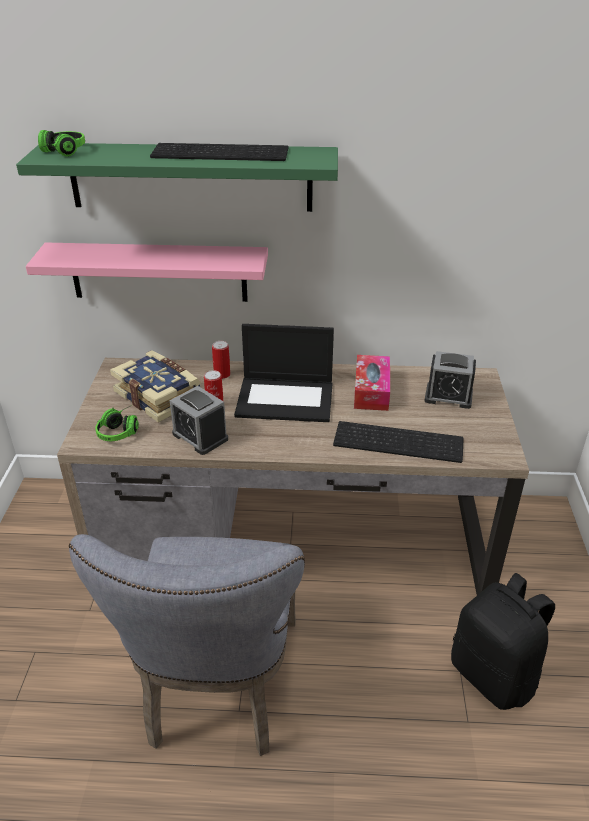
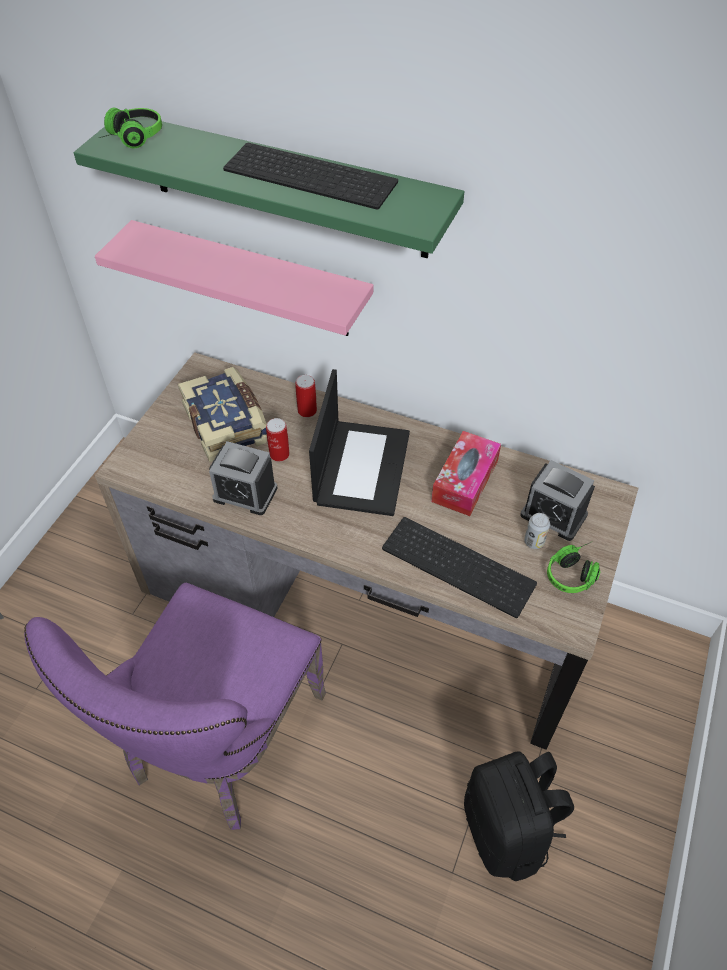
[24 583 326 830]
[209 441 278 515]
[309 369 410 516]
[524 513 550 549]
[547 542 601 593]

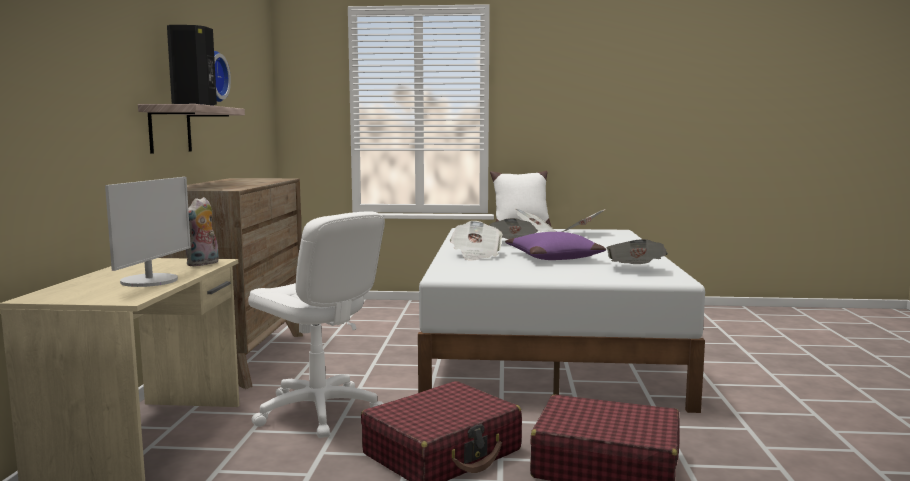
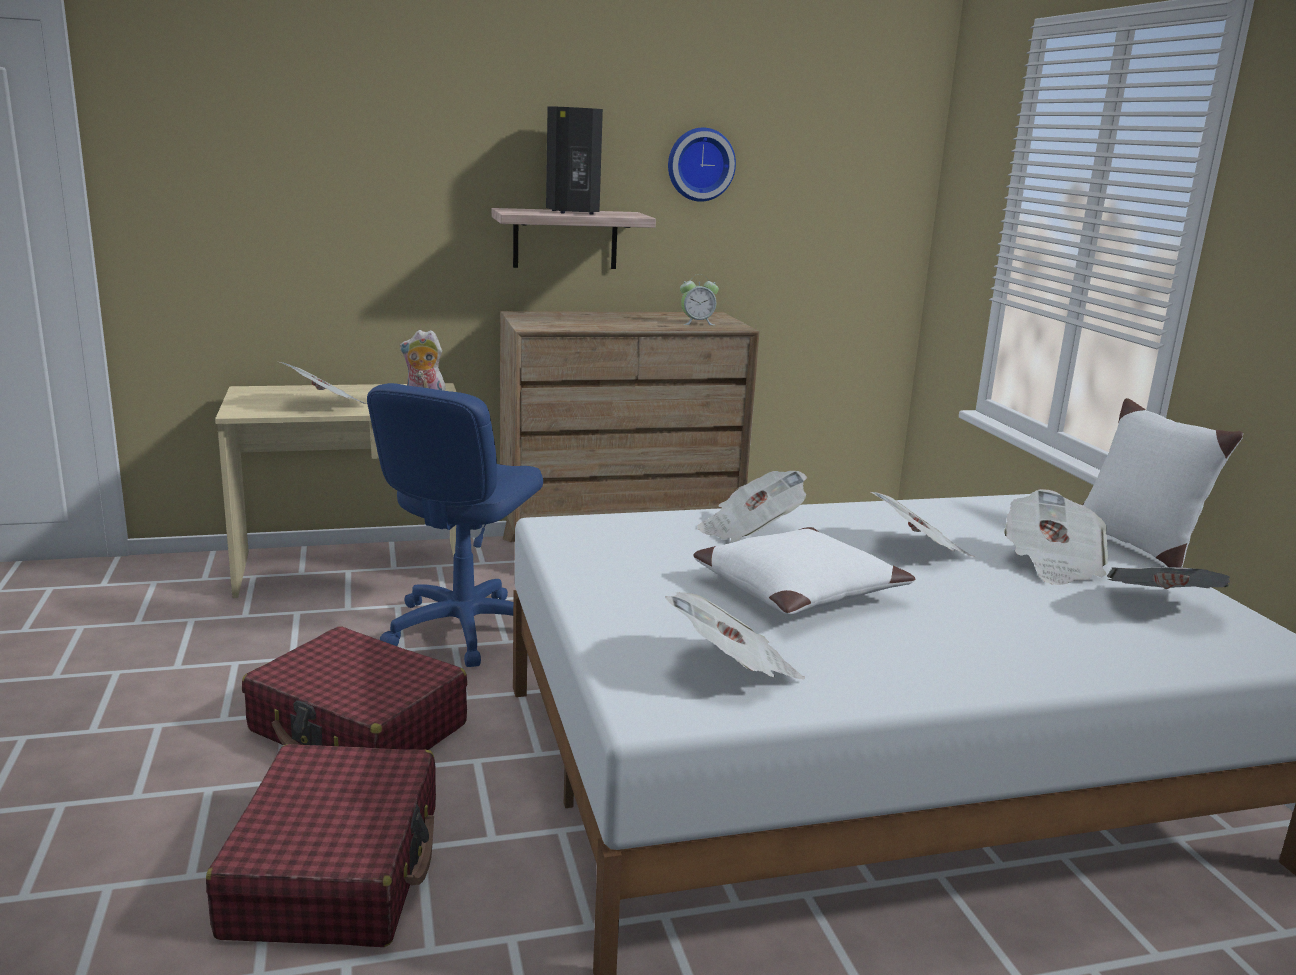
[280 362 367 404]
[367 383 543 667]
[680 275 719 325]
[693 527 916 615]

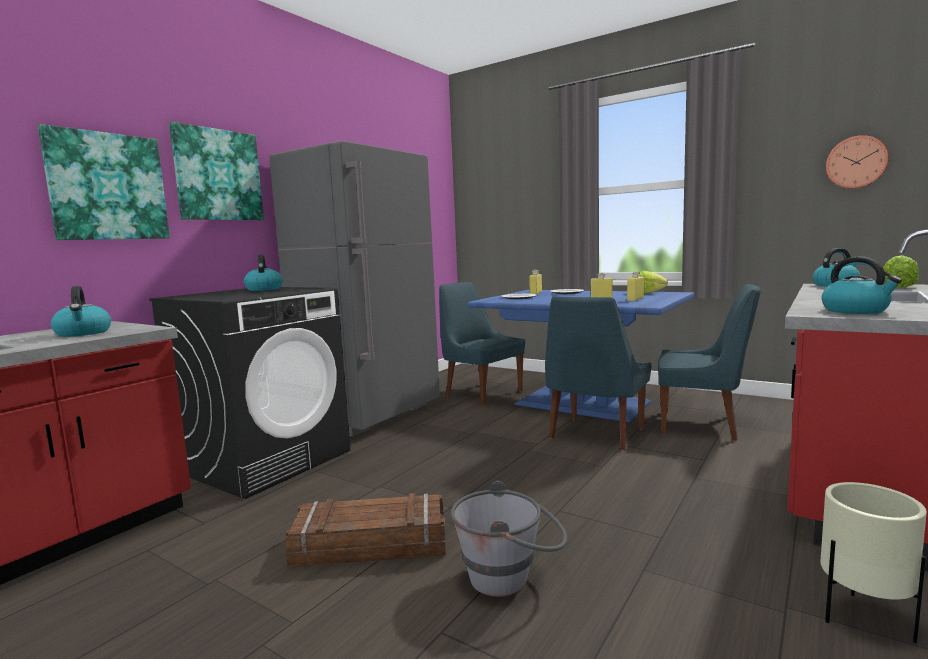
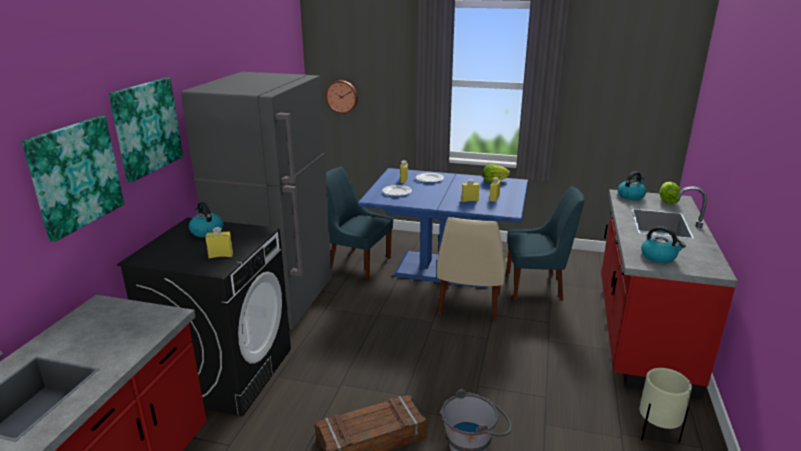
[205 227 233 259]
[326 80 358 114]
[437 217 508 321]
[51 286 111 337] (first image)

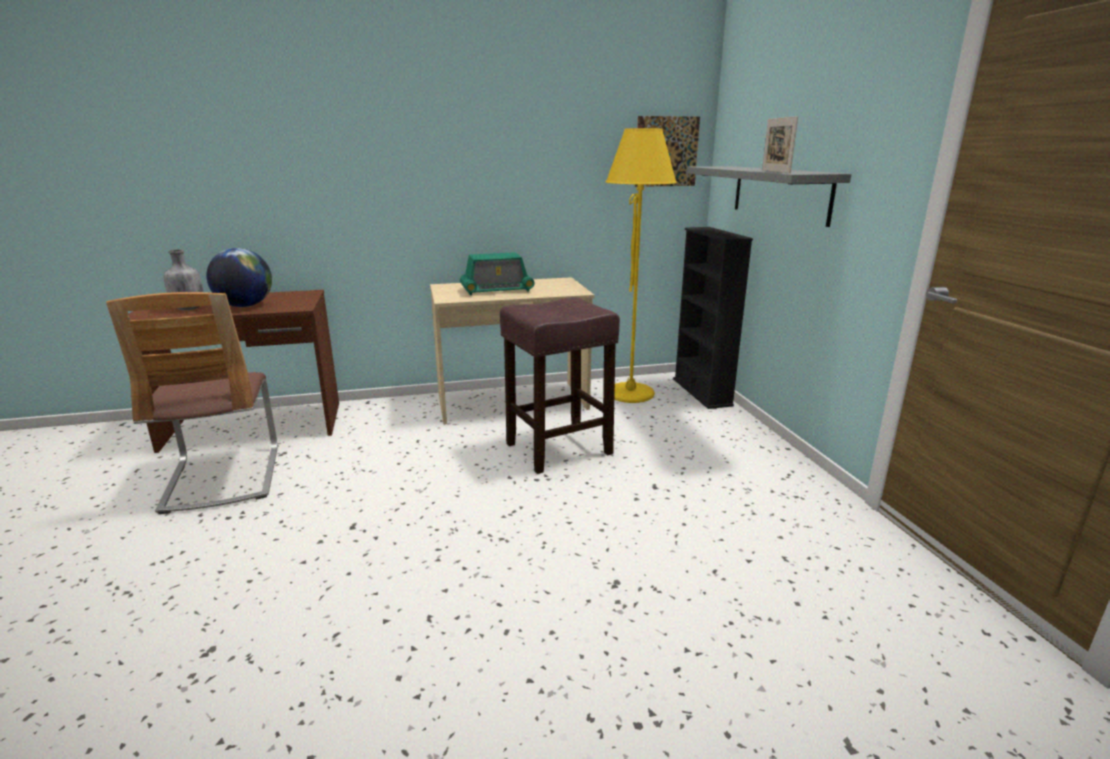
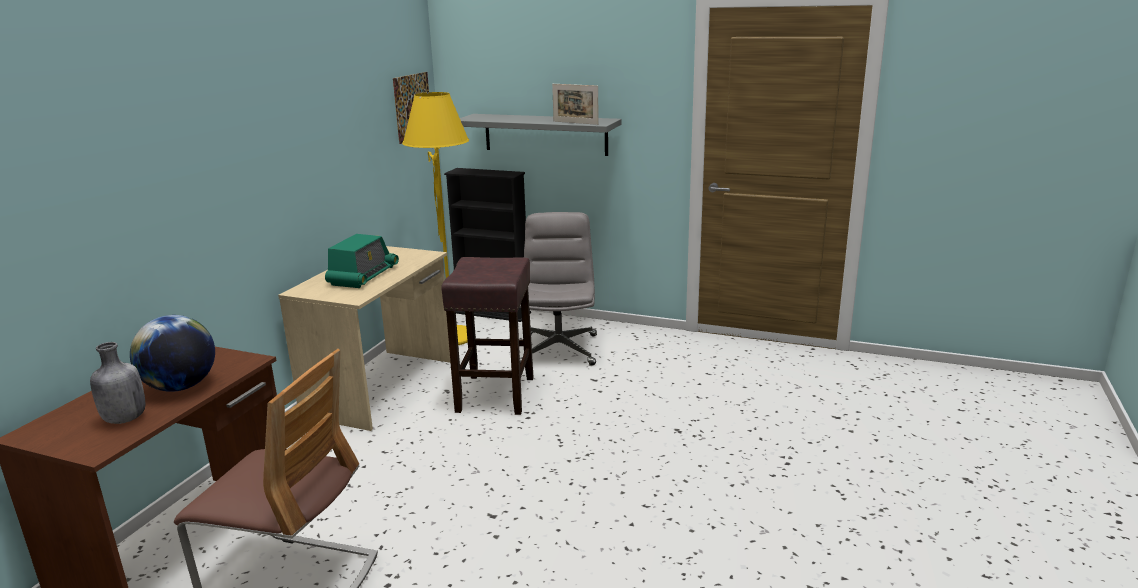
[519 212 597 365]

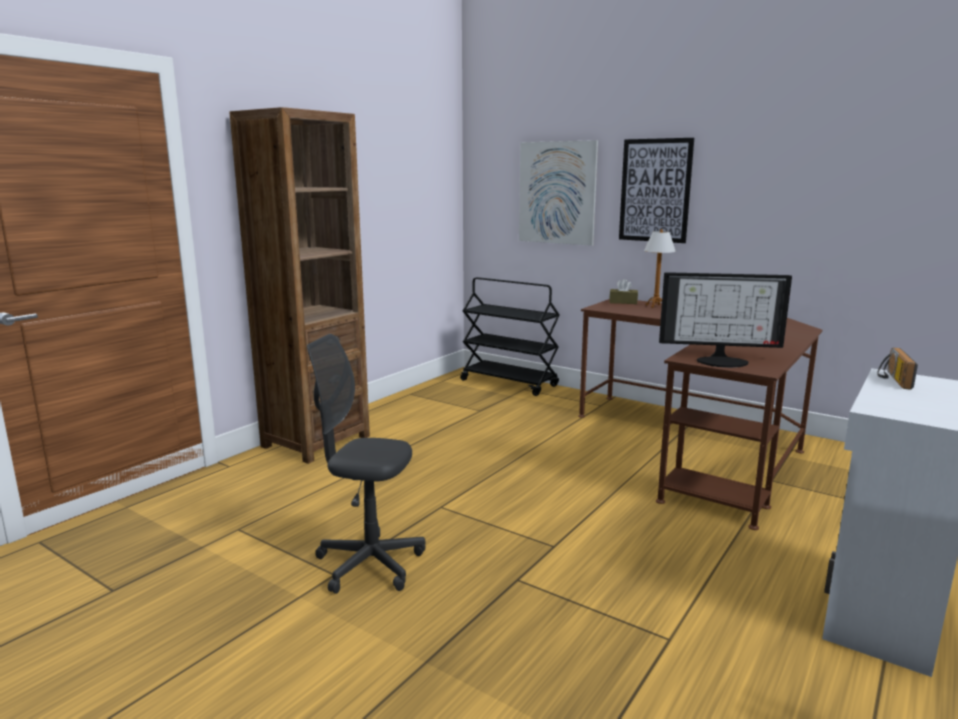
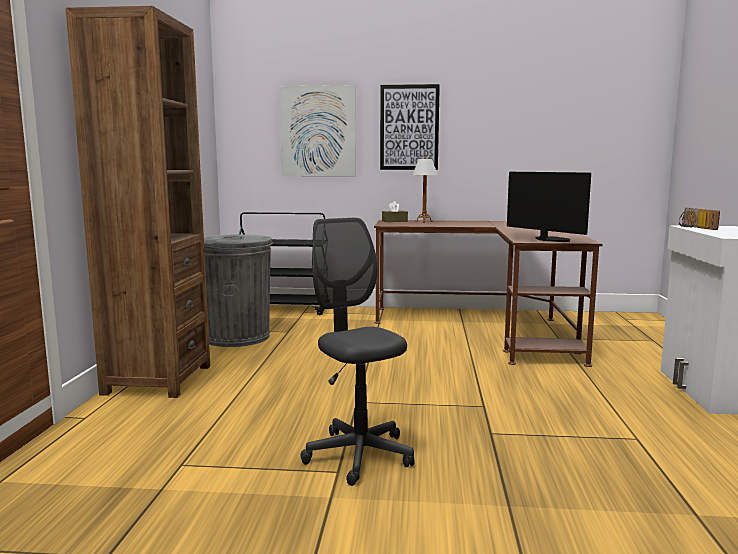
[204 234 273 347]
[300 217 415 486]
[507 172 591 242]

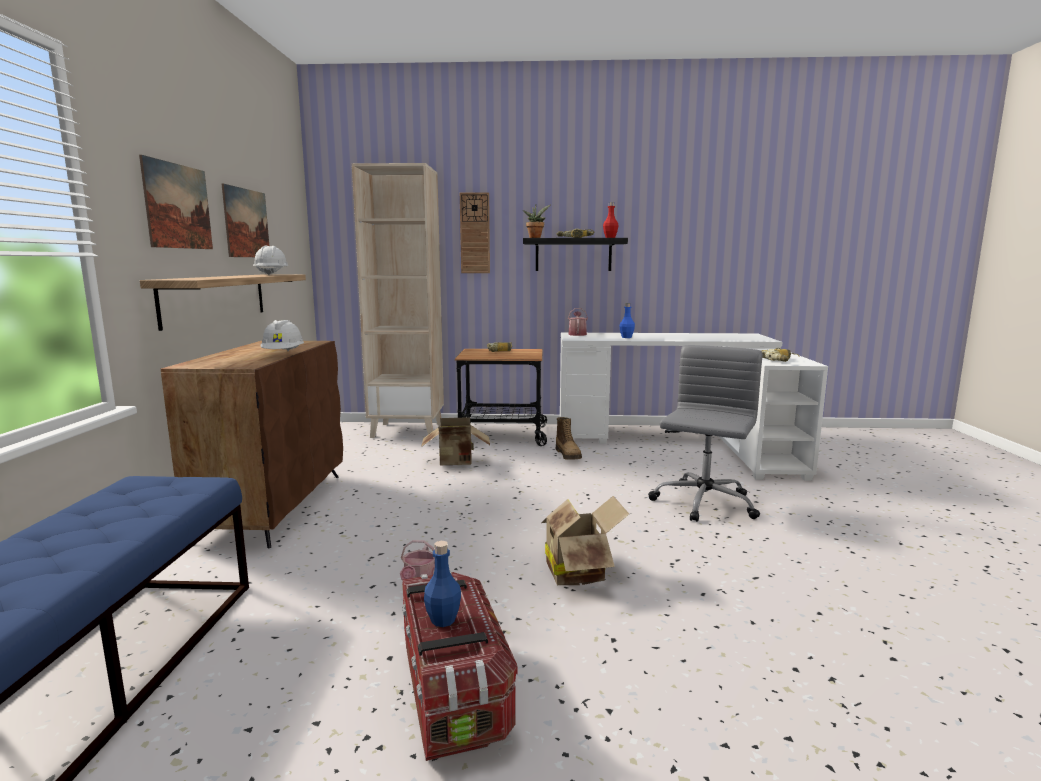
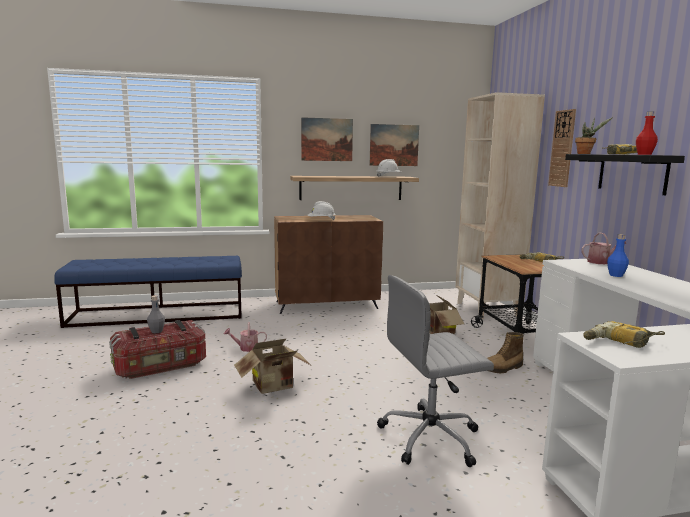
[147 295 165 333]
[377 275 494 467]

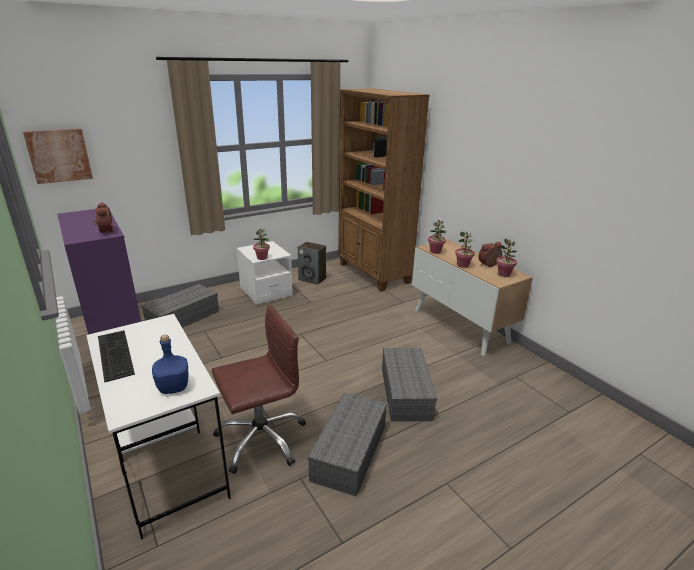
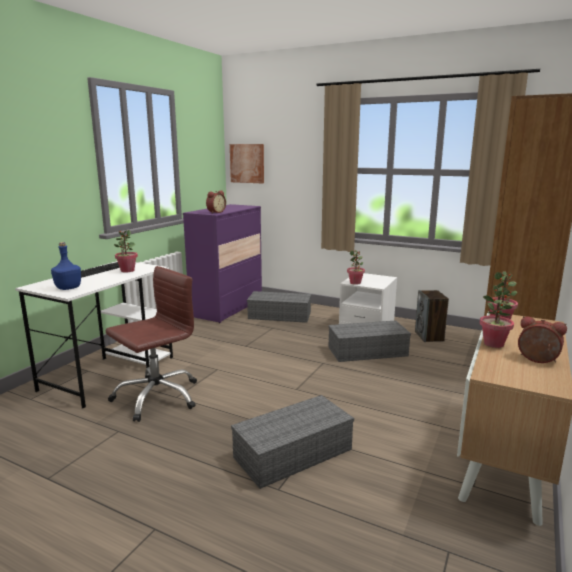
[106 266 197 422]
[114 230 138 272]
[328 321 411 362]

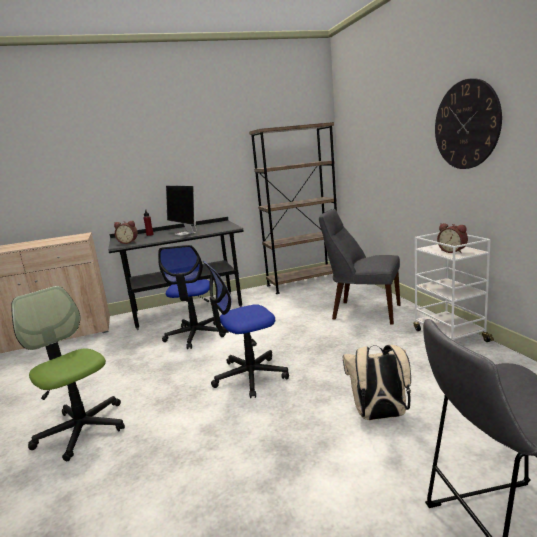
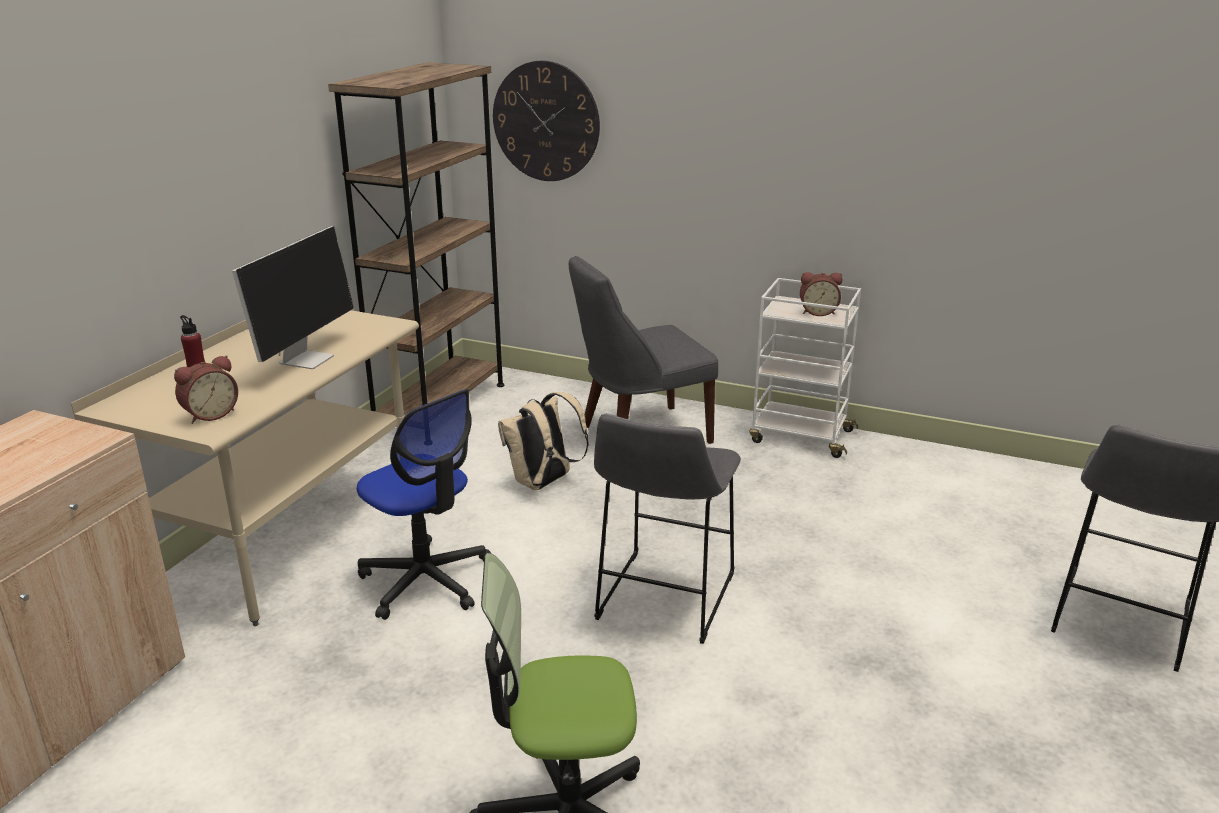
[71 310 419 626]
[232 226 354 369]
[493 60 600 181]
[498 392 589 490]
[594 414 741 644]

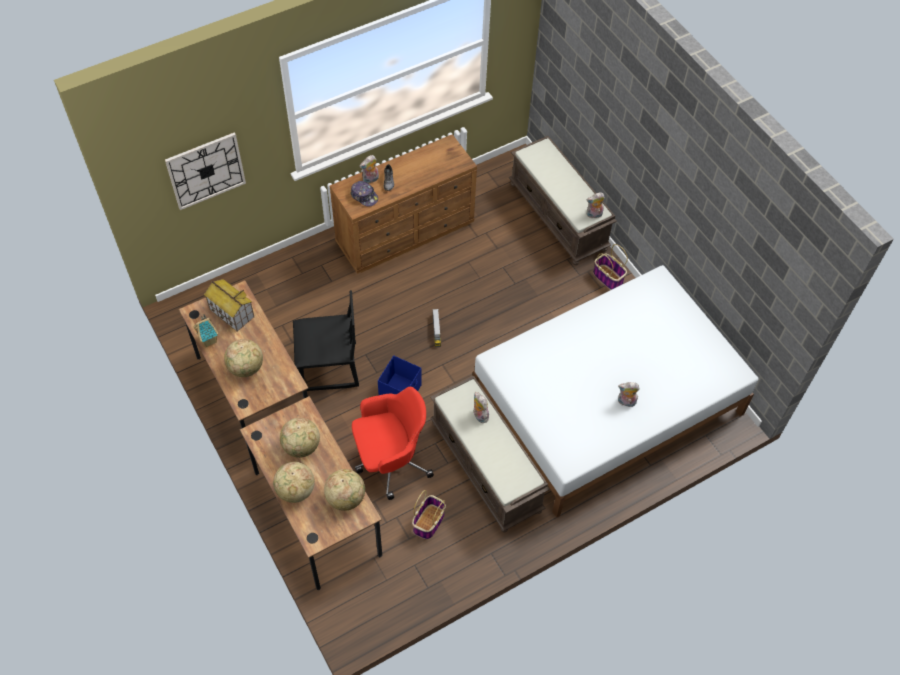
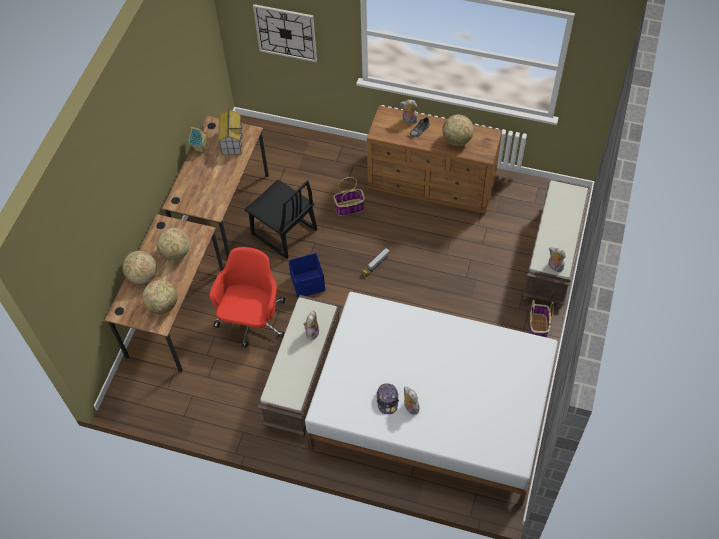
[210 247 285 348]
[333 177 365 216]
[377 383 399 414]
[442 115 474 146]

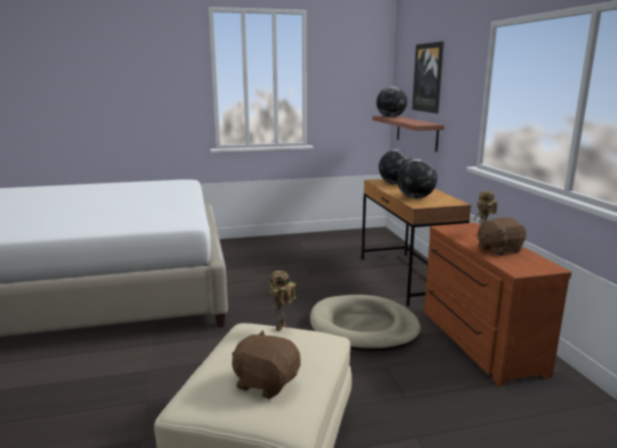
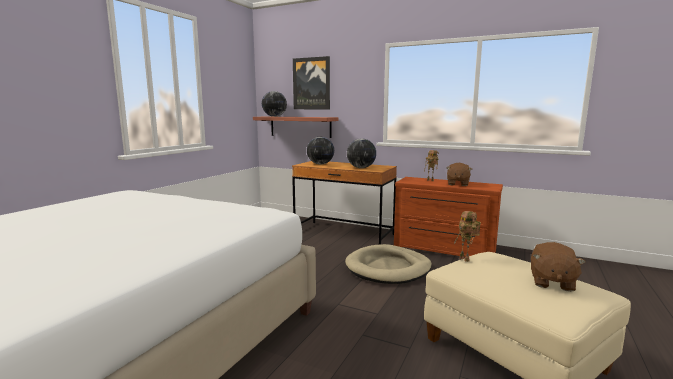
[531 242 586 292]

